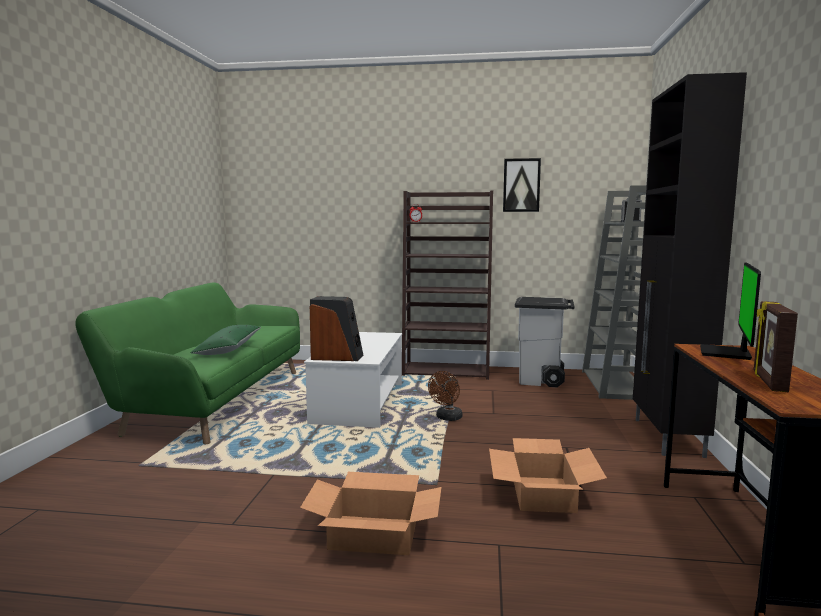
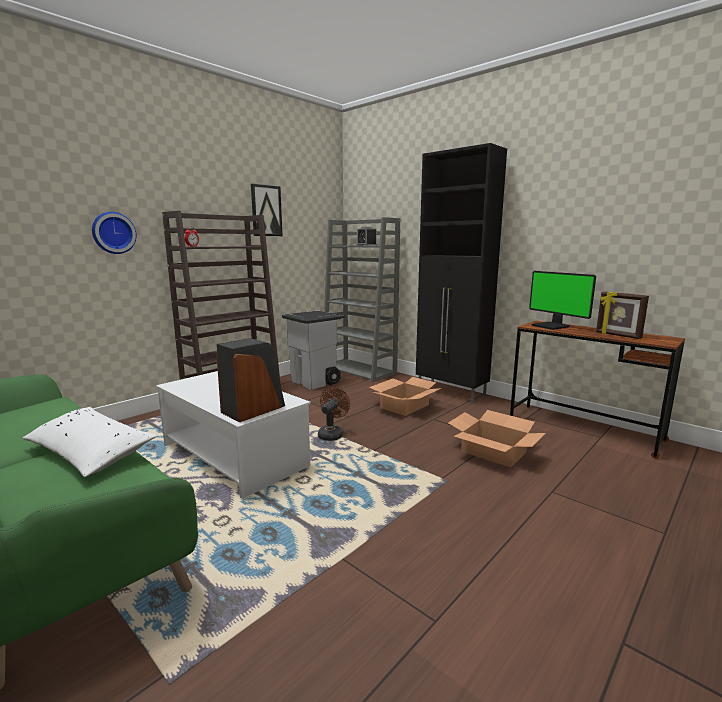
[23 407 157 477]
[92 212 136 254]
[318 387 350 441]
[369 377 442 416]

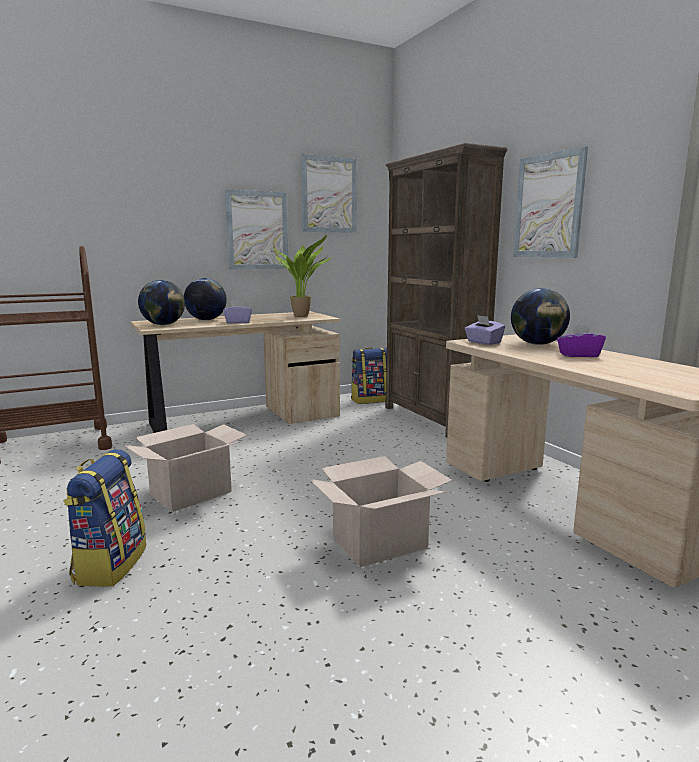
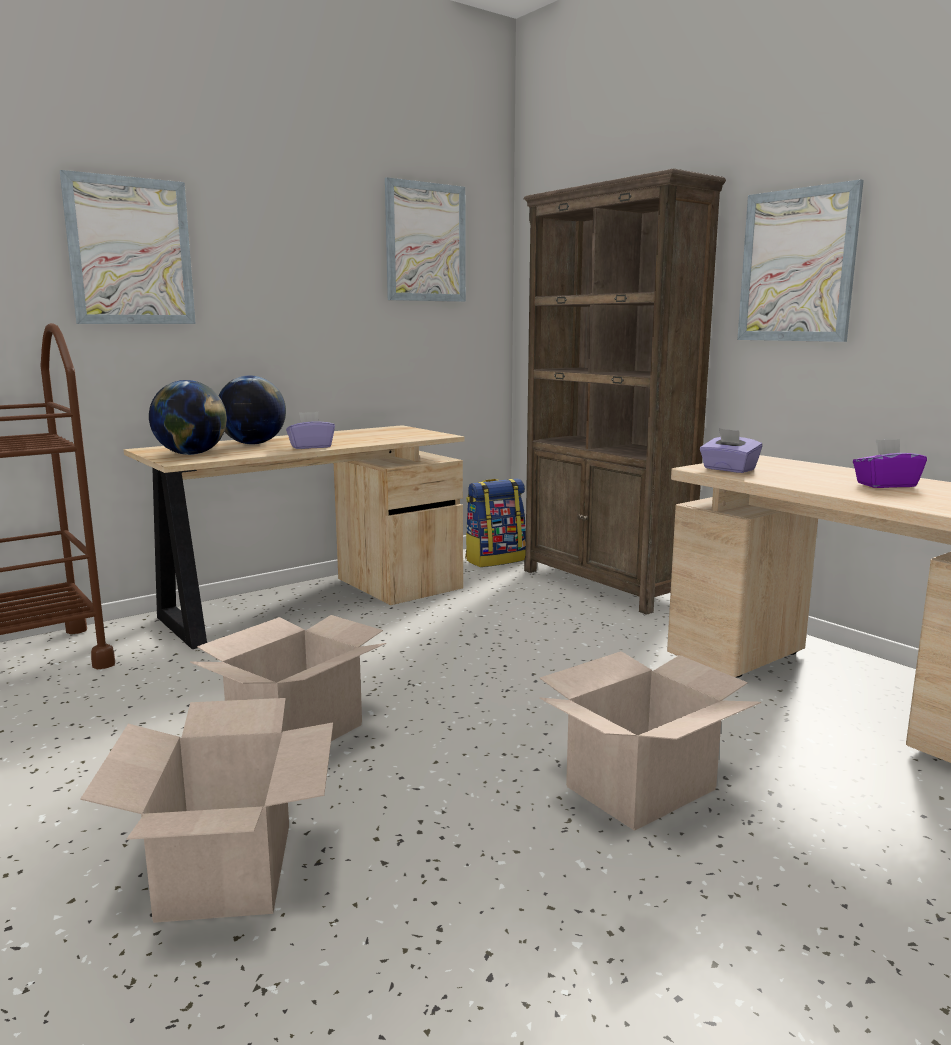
[60 170 196 324]
[80 698 333 923]
[273 235 331 317] (first image)
[511 288 570 345] (first image)

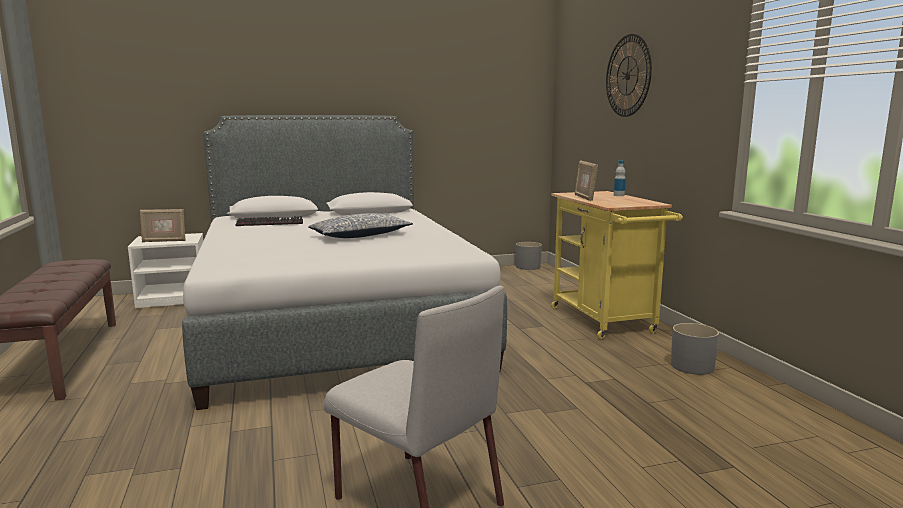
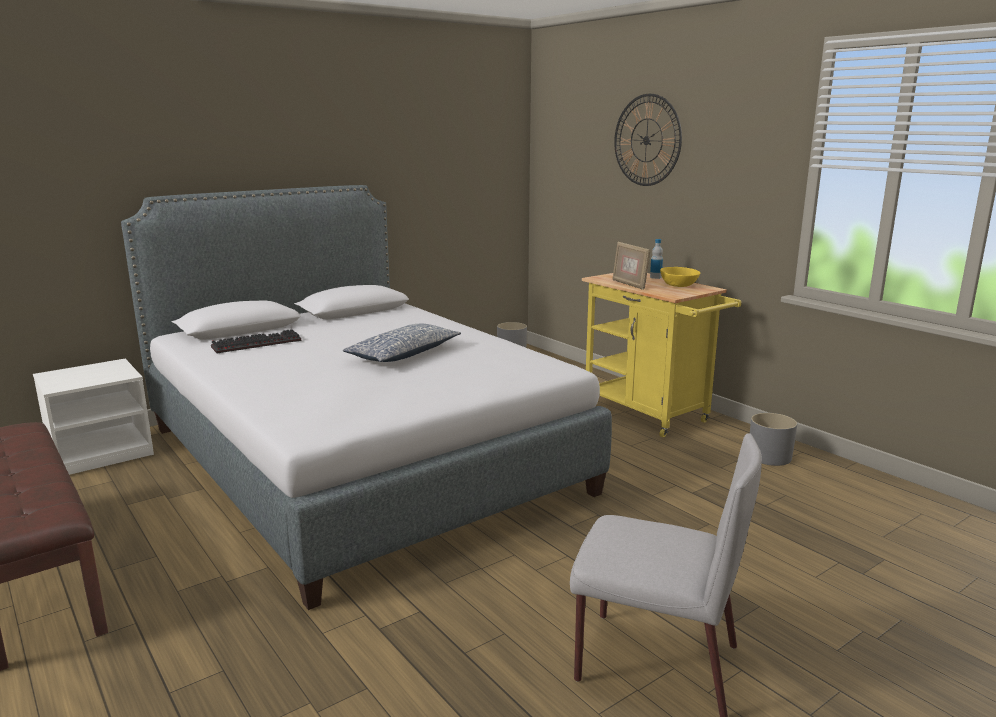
[660 267 700 287]
[140 209 186 242] (first image)

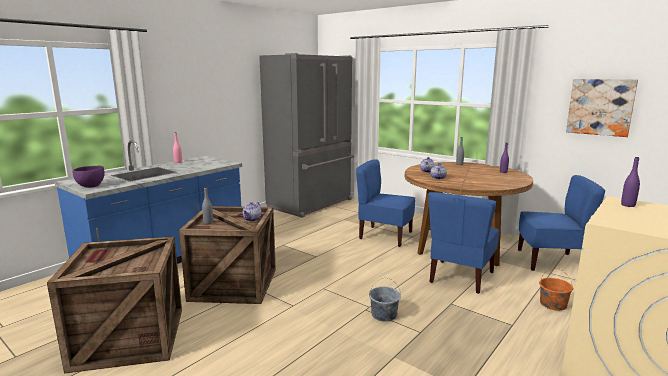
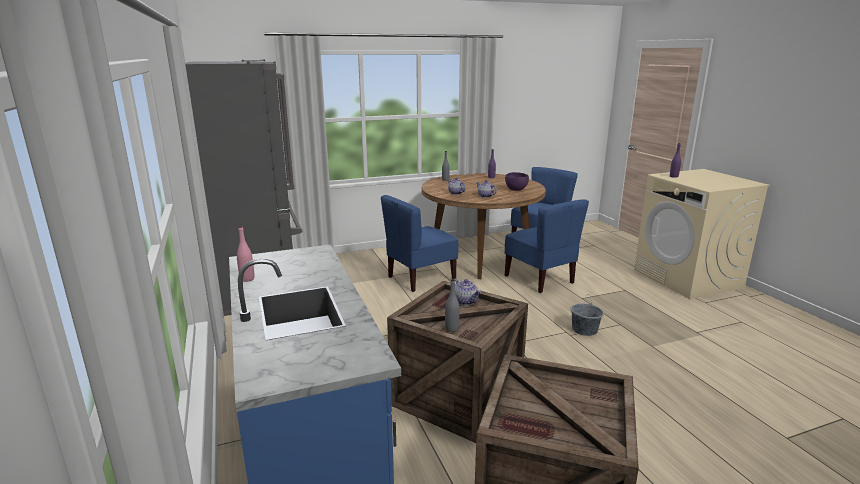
[505 172 529 191]
[539 269 573 311] (first image)
[566 79 638 137] (first image)

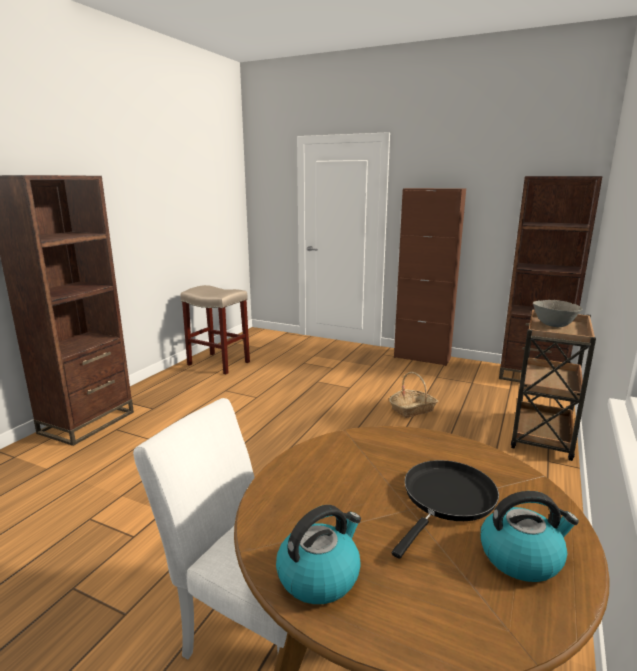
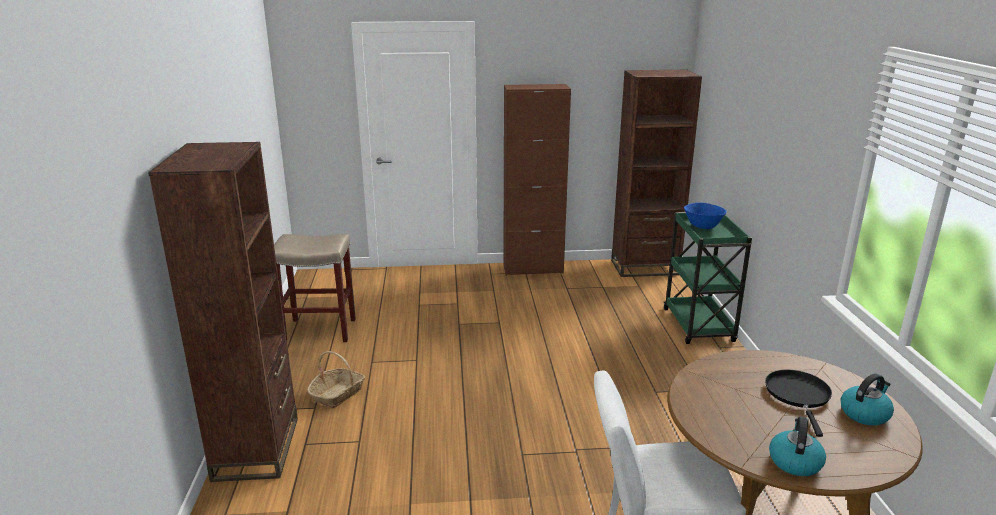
[307 351 366 408]
[664 212 752 344]
[684 203 727 229]

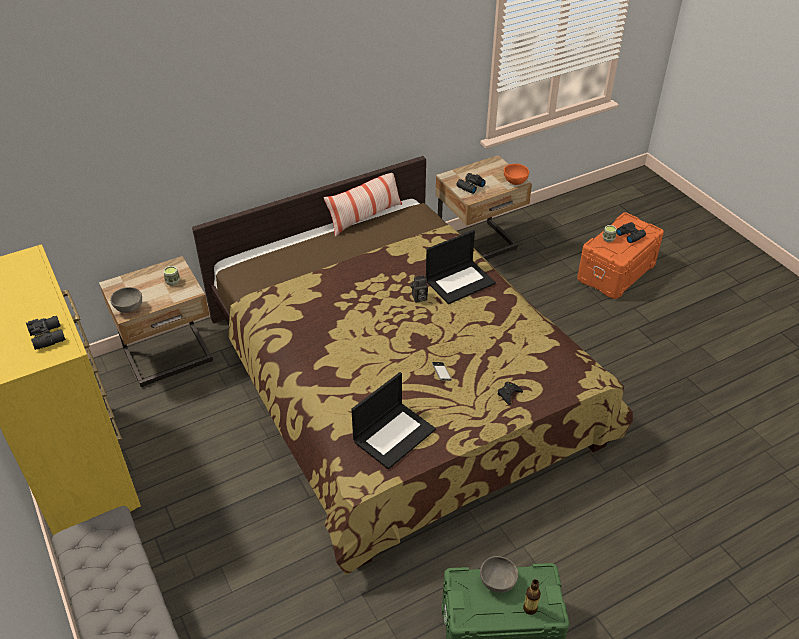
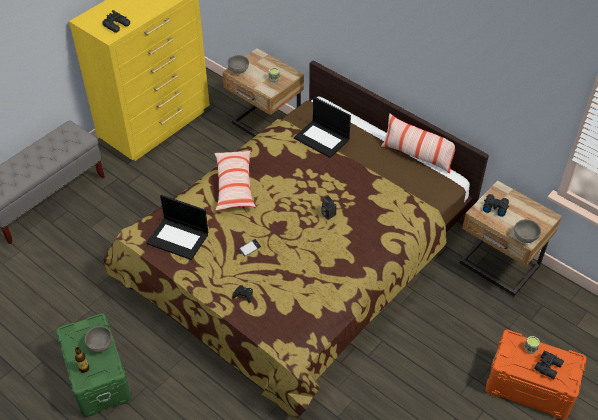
[214 150 256 210]
[294 97 351 158]
[514 219 541 243]

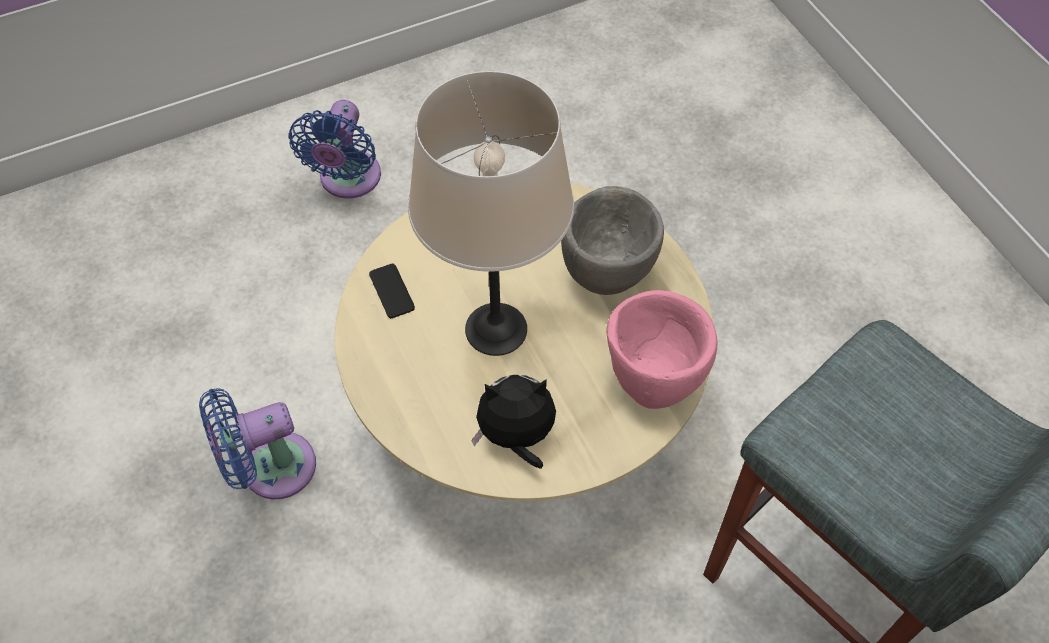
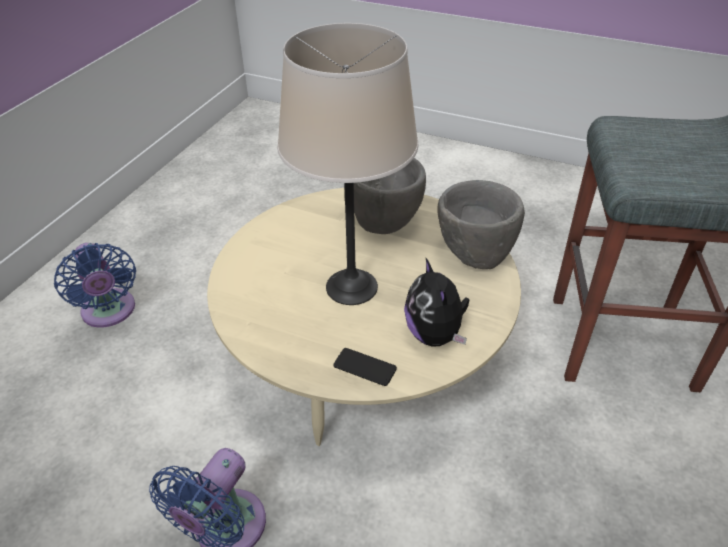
[333 348 397 386]
[404 258 469 347]
[437 180 525 269]

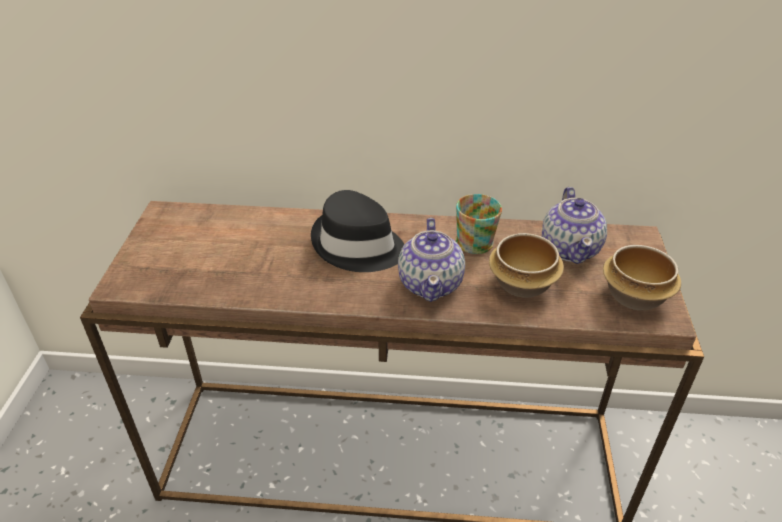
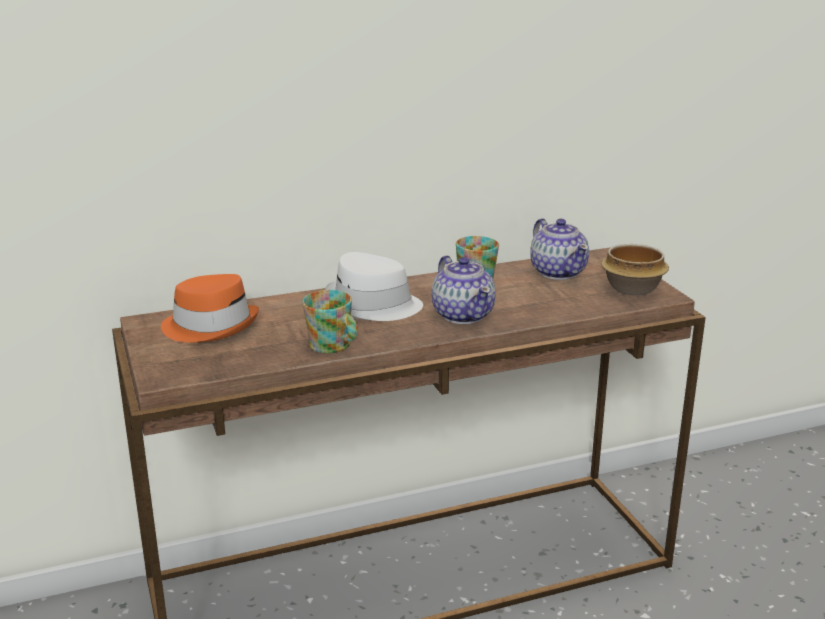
[161 274 259 343]
[302 290 358 353]
[325 252 423 321]
[489 233 564 298] (first image)

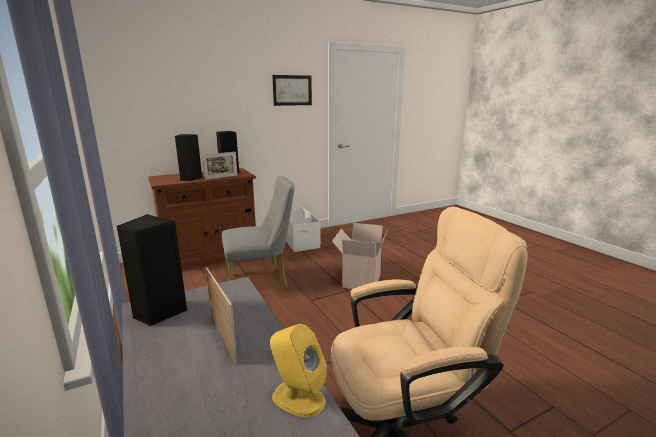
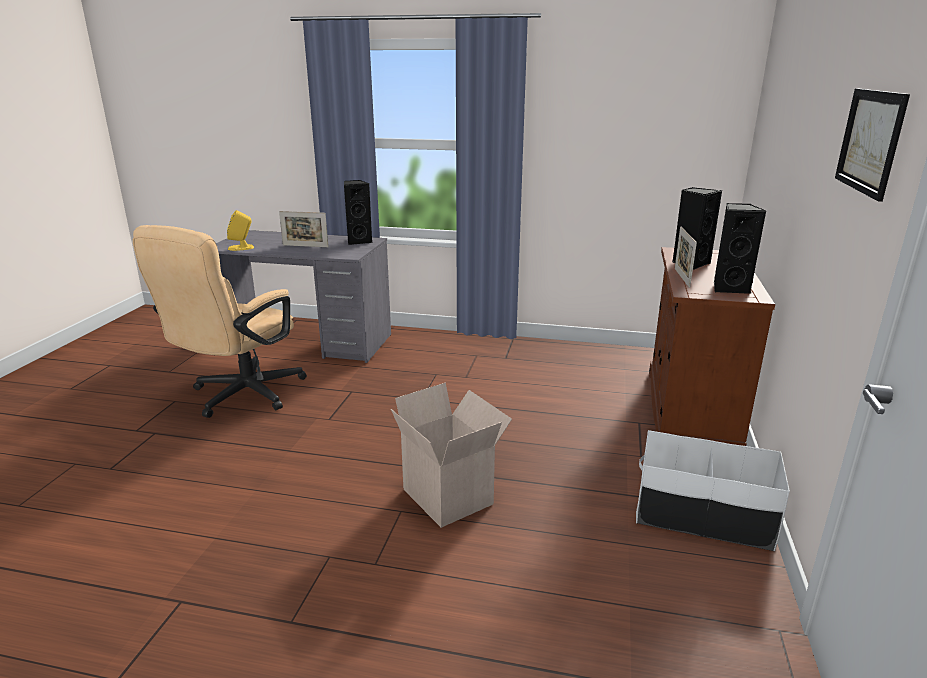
[221 176 295 288] (first image)

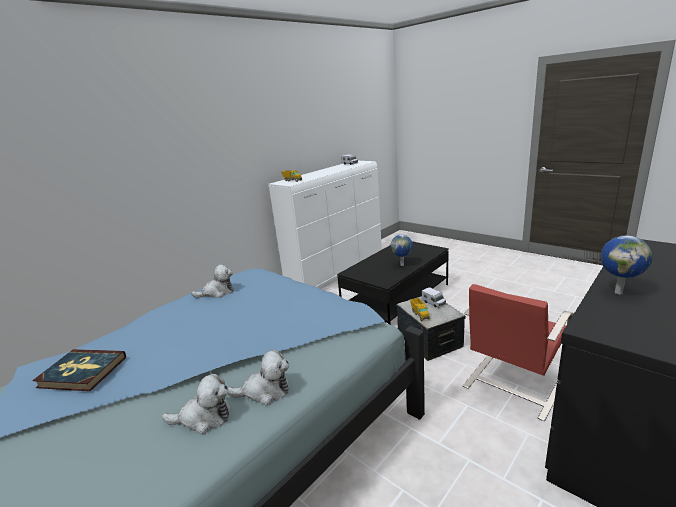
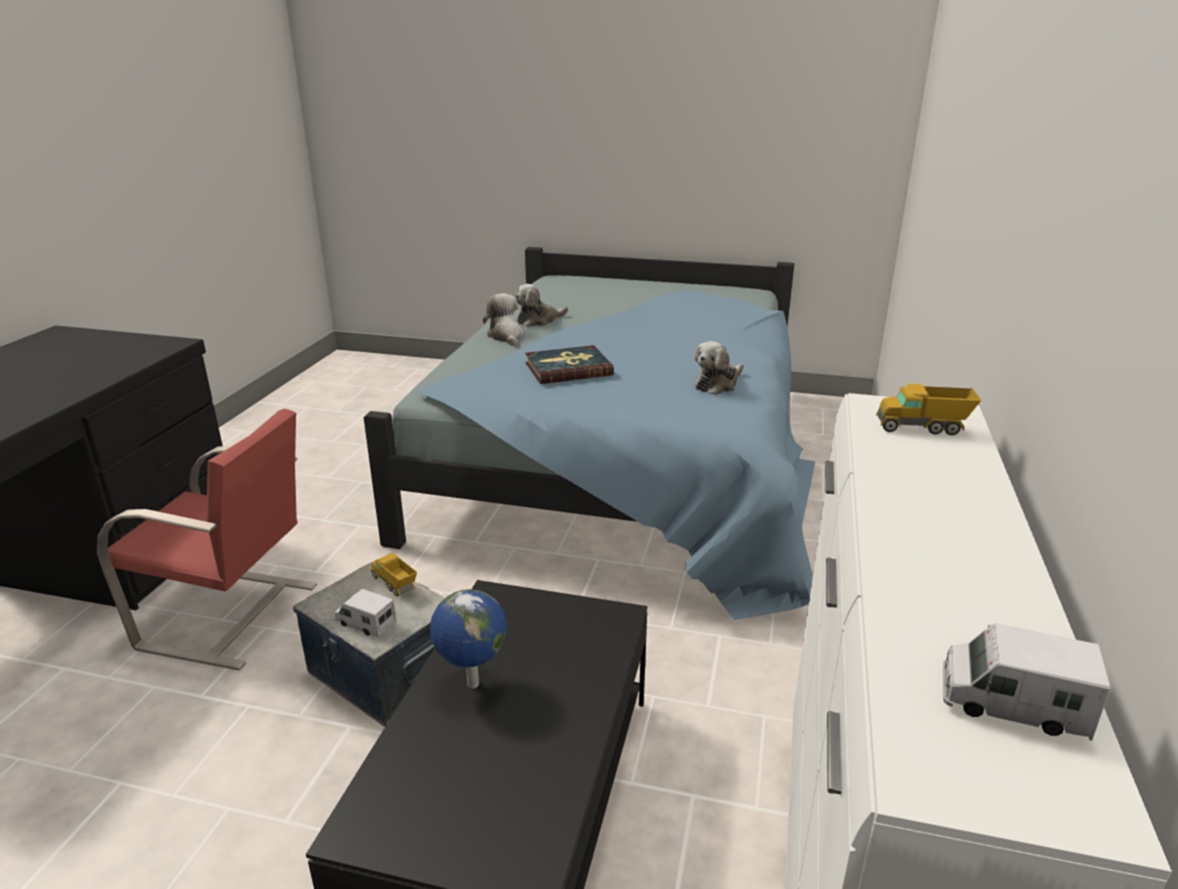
[97 409 317 670]
[483 293 524 346]
[525 345 614 384]
[600 236 652 295] (first image)

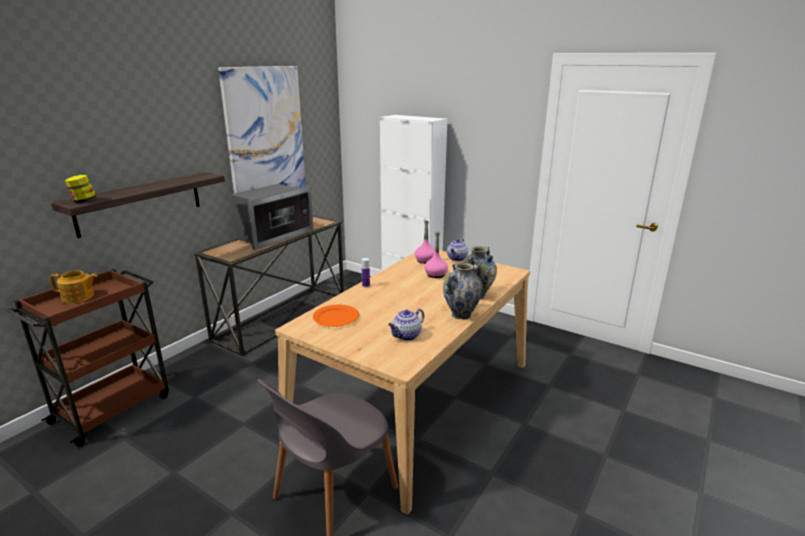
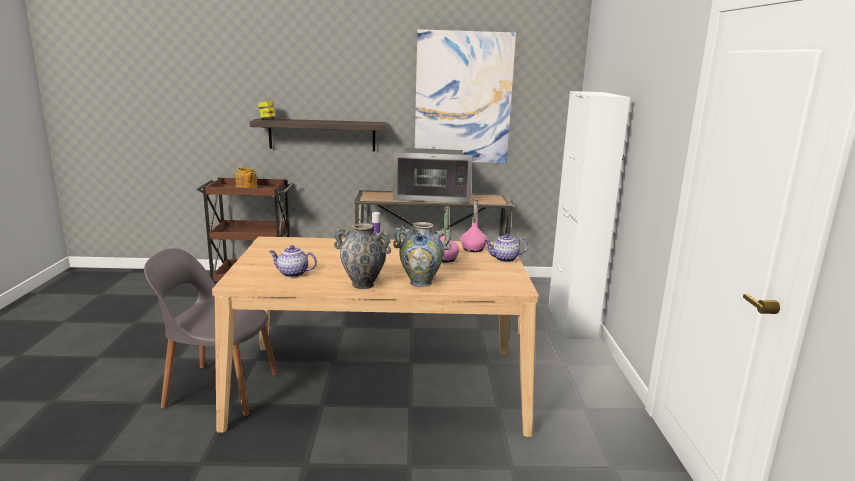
[313 305 359 327] (first image)

